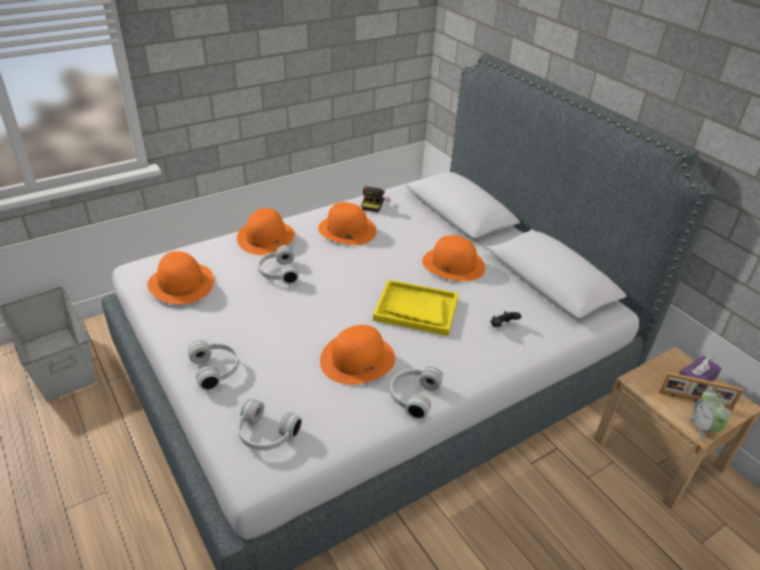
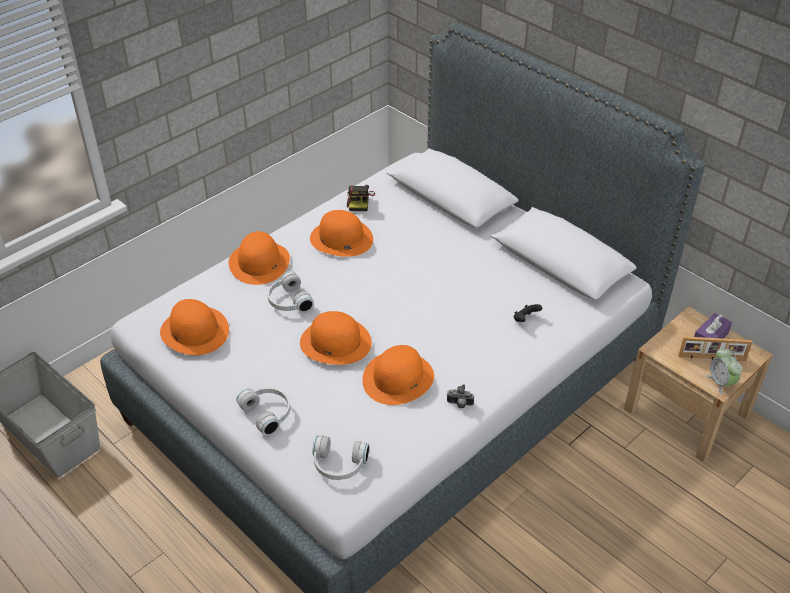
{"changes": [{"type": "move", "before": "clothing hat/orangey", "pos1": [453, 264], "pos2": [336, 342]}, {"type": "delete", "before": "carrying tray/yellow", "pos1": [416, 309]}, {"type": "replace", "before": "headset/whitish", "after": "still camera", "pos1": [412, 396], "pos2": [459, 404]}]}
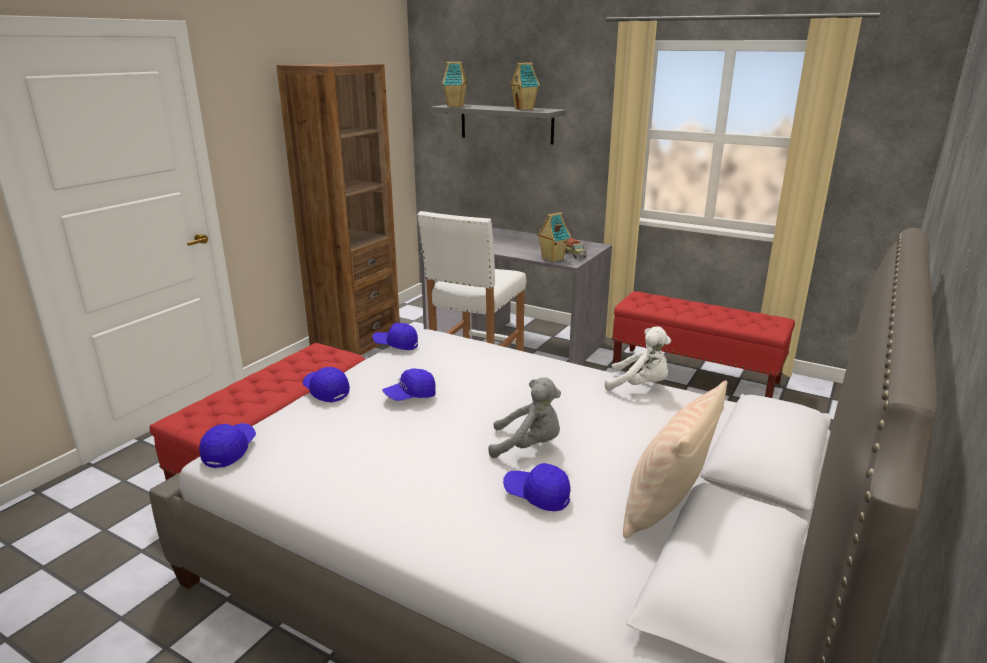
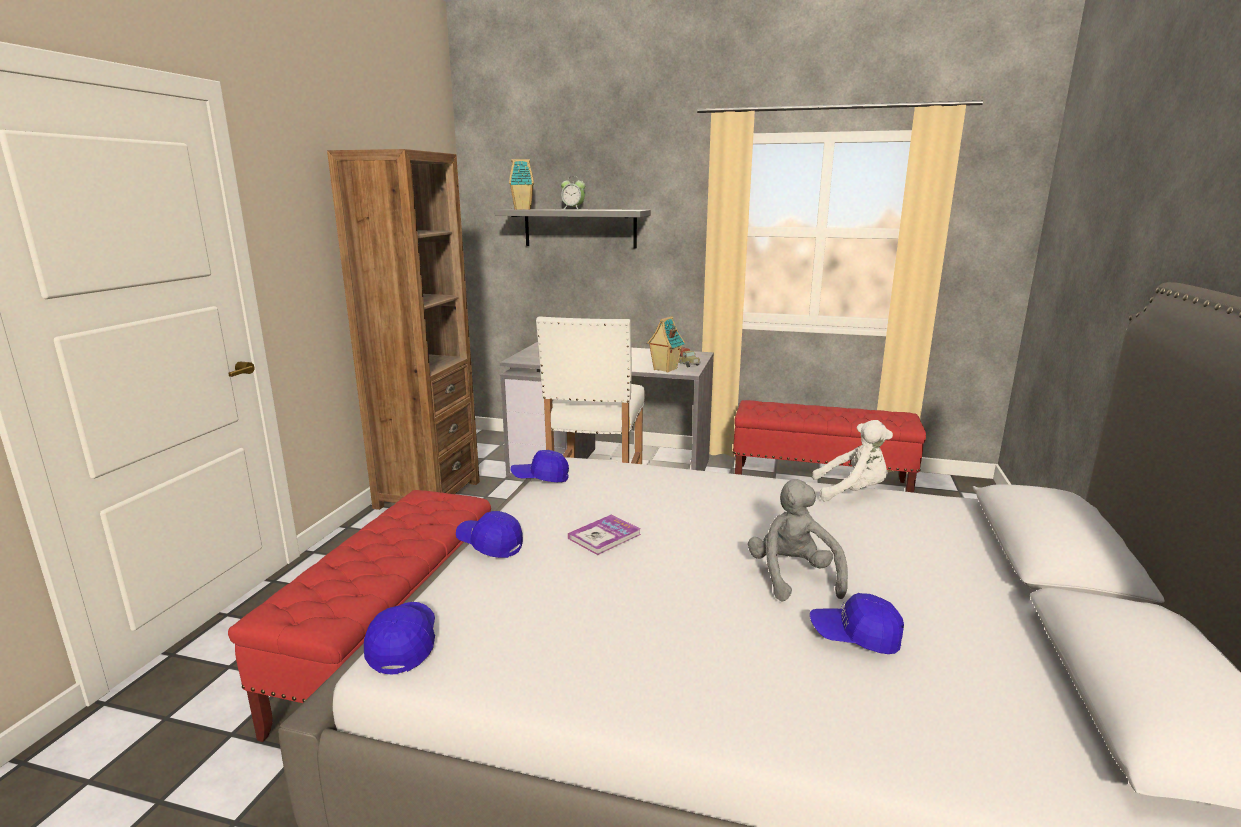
{"changes": [{"type": "delete", "before": "model house", "pos1": [524, 109]}, {"type": "replace", "before": "peaked cap/blue", "after": "bound book", "pos1": [410, 396], "pos2": [604, 536]}, {"type": "rotate", "before": "plush toy/gray", "pos1": [528, 446], "pos2": [793, 577], "turn": -90}, {"type": "delete", "before": "throw pillow/beige", "pos1": [665, 509]}, {"type": "insert", "after": "table clock", "pos2": [573, 209]}]}
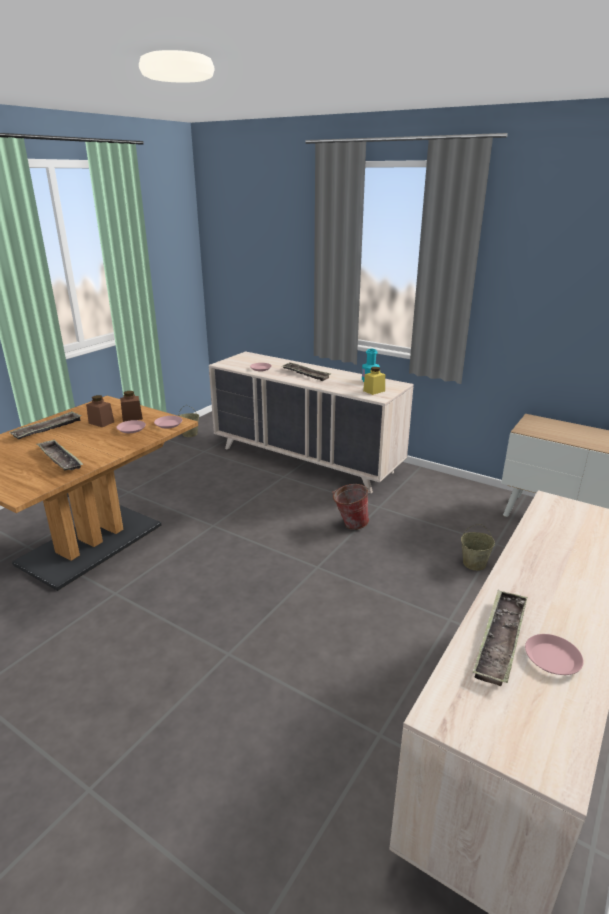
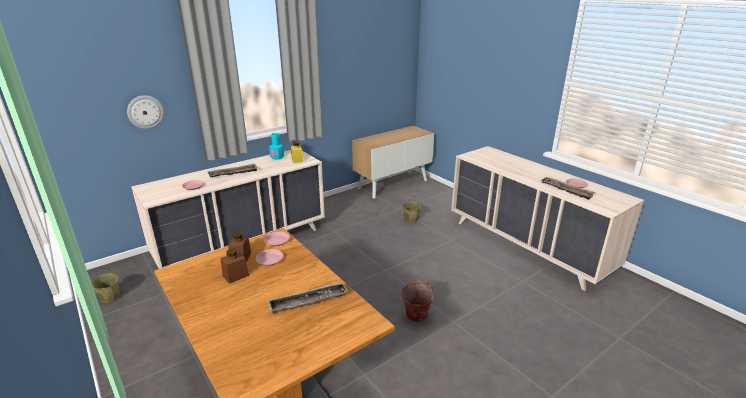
{"changes": [{"type": "delete", "before": "carrying tray", "pos1": [48, 429]}, {"type": "move", "before": "water bucket", "pos1": [350, 524], "pos2": [415, 318]}, {"type": "insert", "after": "hanging clock", "pos2": [145, 112]}]}
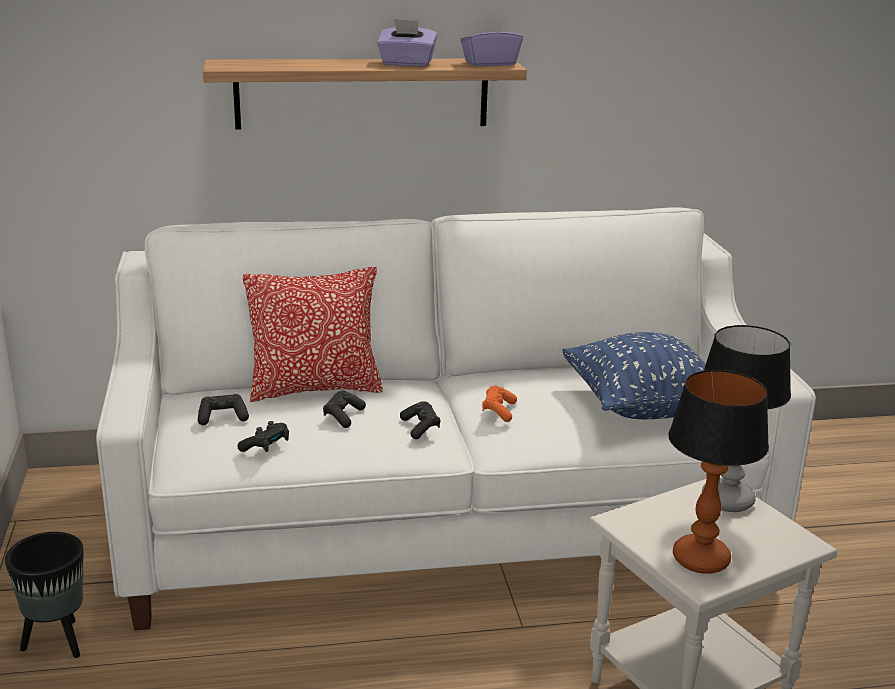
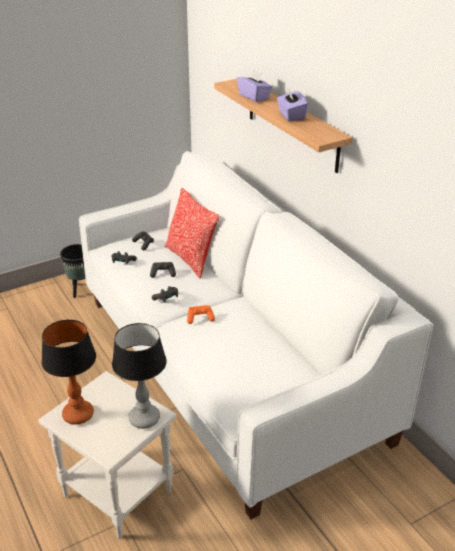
{"changes": [{"type": "move", "before": "box of tissues/purple-coloured", "pos1": [490, 63], "pos2": [254, 97]}, {"type": "delete", "before": "throw pillow/blue", "pos1": [641, 407]}]}
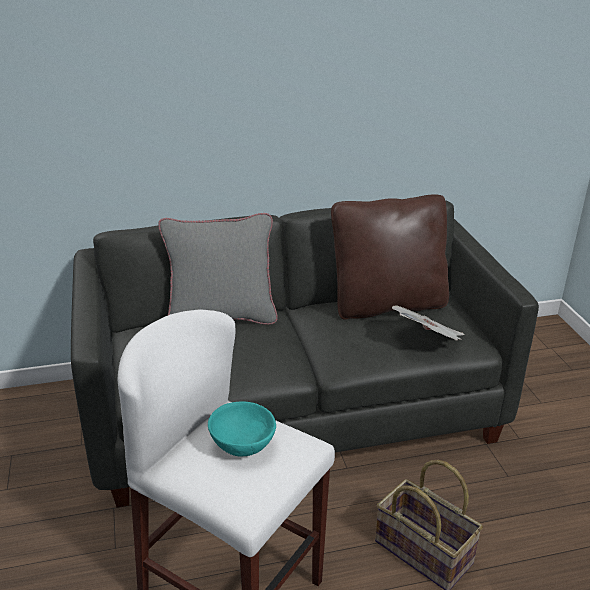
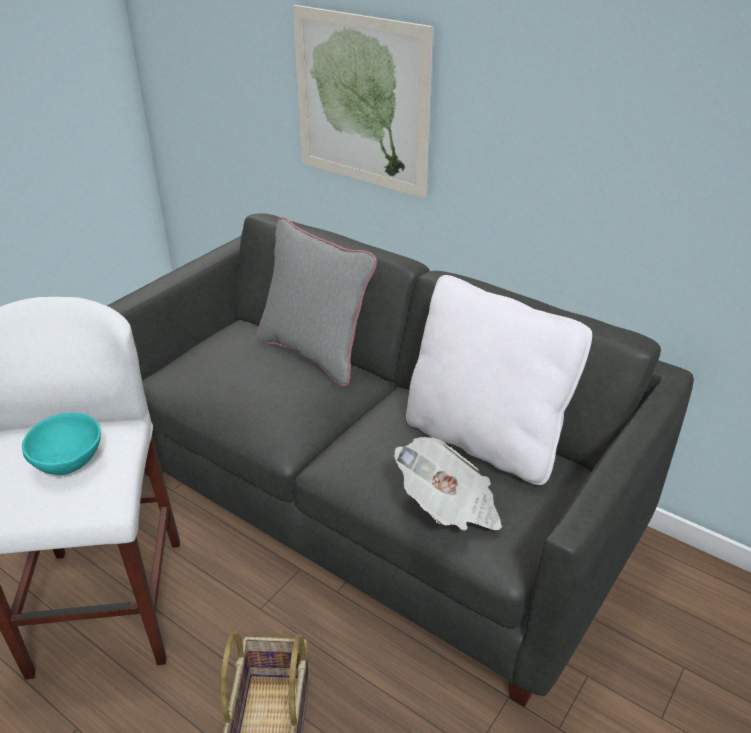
{"changes": [{"type": "recolor", "before": "throw pillow/brown-coloured", "after": "throw pillow/whitish", "pos1": [387, 304], "pos2": [484, 440]}, {"type": "insert", "after": "wall art", "pos2": [361, 102]}]}
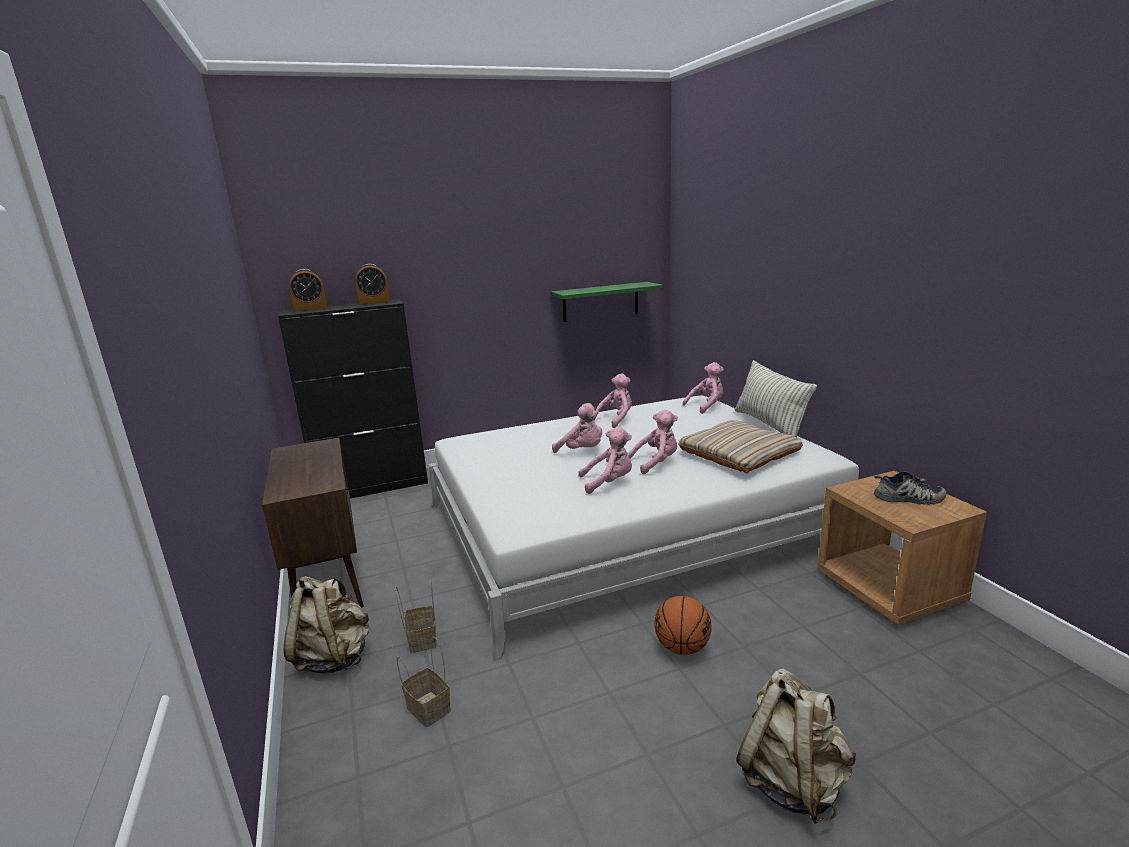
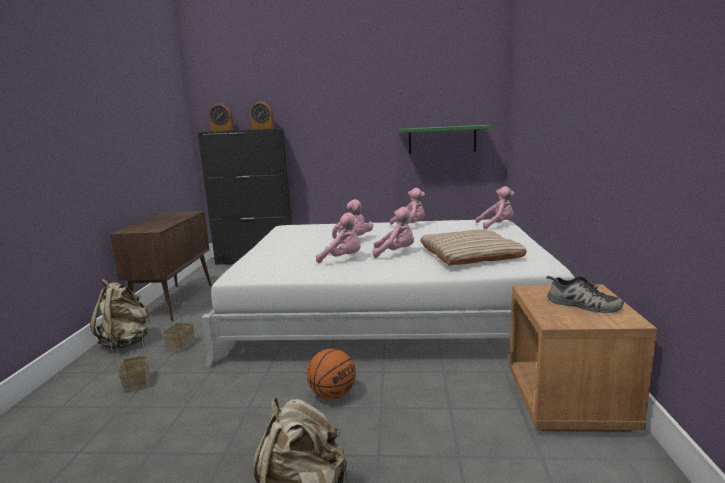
{"changes": [{"type": "delete", "before": "throw pillow", "pos1": [769, 425]}]}
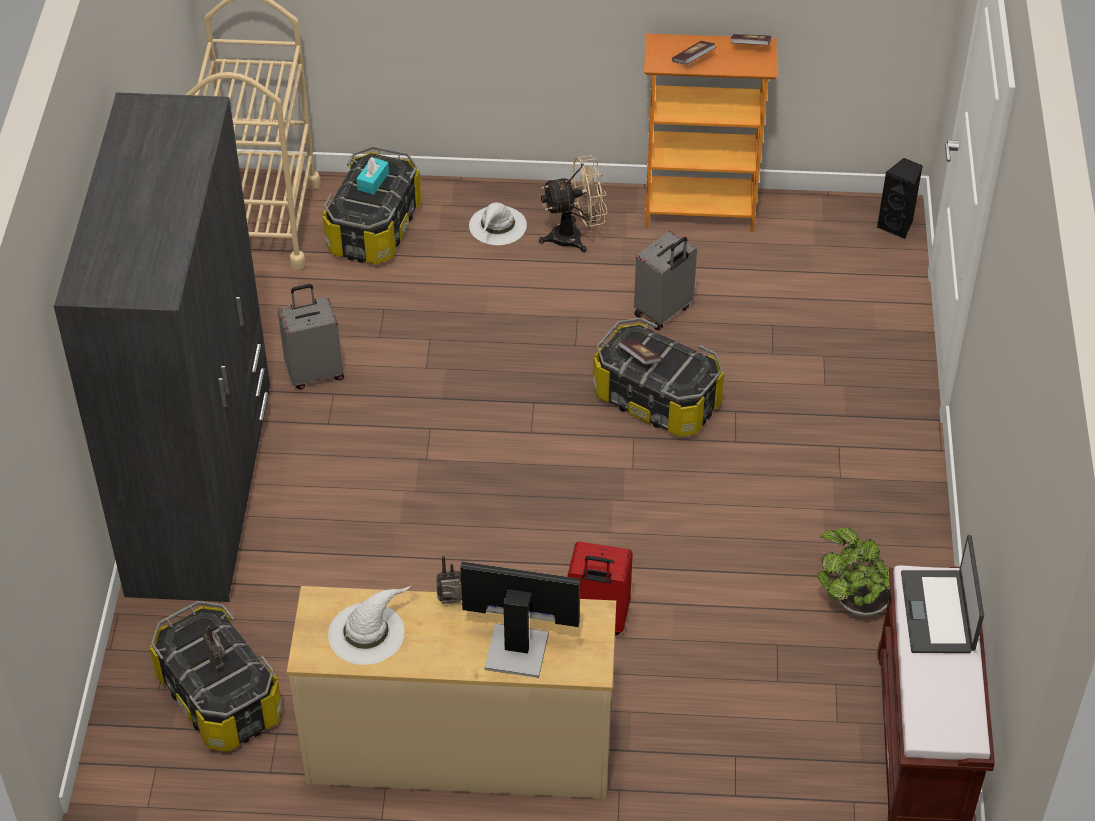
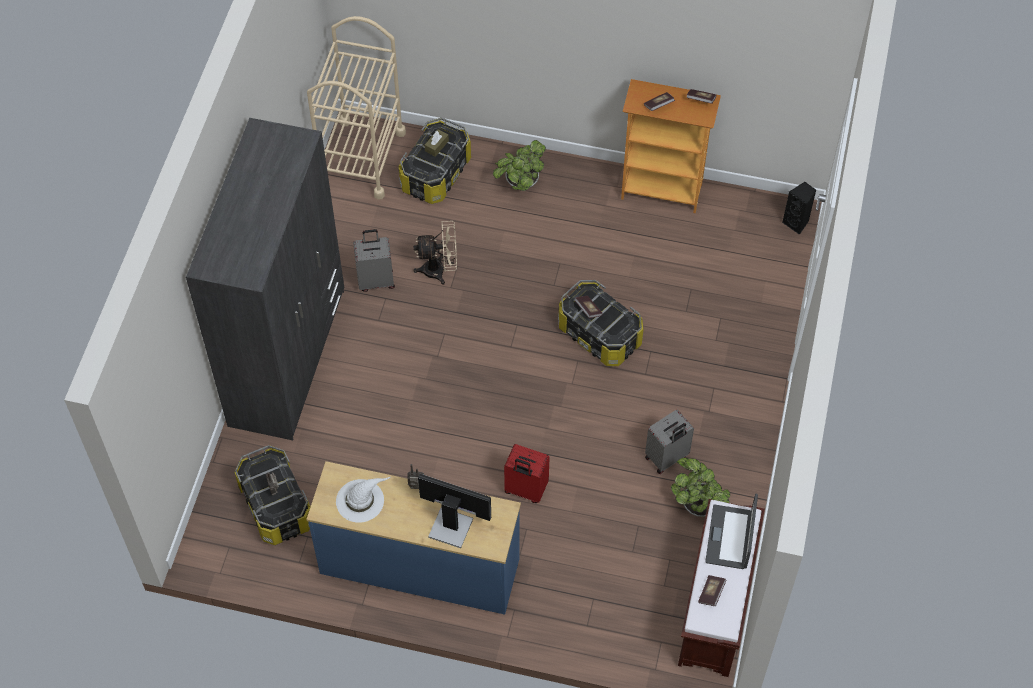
{"changes": [{"type": "move", "before": "cooling fan/beige", "pos1": [575, 236], "pos2": [439, 270]}, {"type": "recolor", "before": "box of tissues/turquoise", "after": "box of tissues/brown-coloured", "pos1": [373, 181], "pos2": [436, 146]}, {"type": "replace", "before": "clothing hat/whitish", "after": "potted plant", "pos1": [497, 226], "pos2": [520, 184]}, {"type": "move", "before": "piece of luggage/gray", "pos1": [663, 312], "pos2": [667, 458]}, {"type": "recolor", "before": "chest of drawers/beige", "after": "chest of drawers/blue", "pos1": [459, 751], "pos2": [419, 567]}, {"type": "insert", "after": "bound book", "pos2": [711, 593]}]}
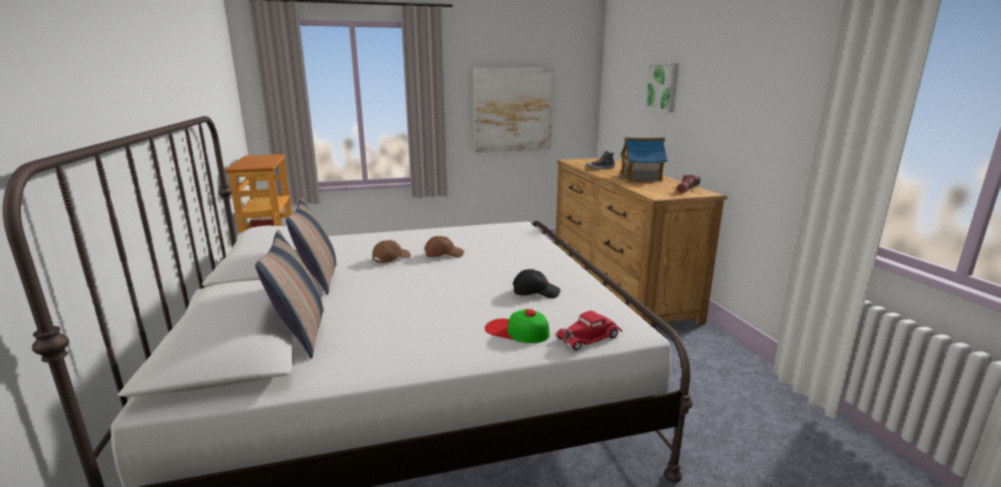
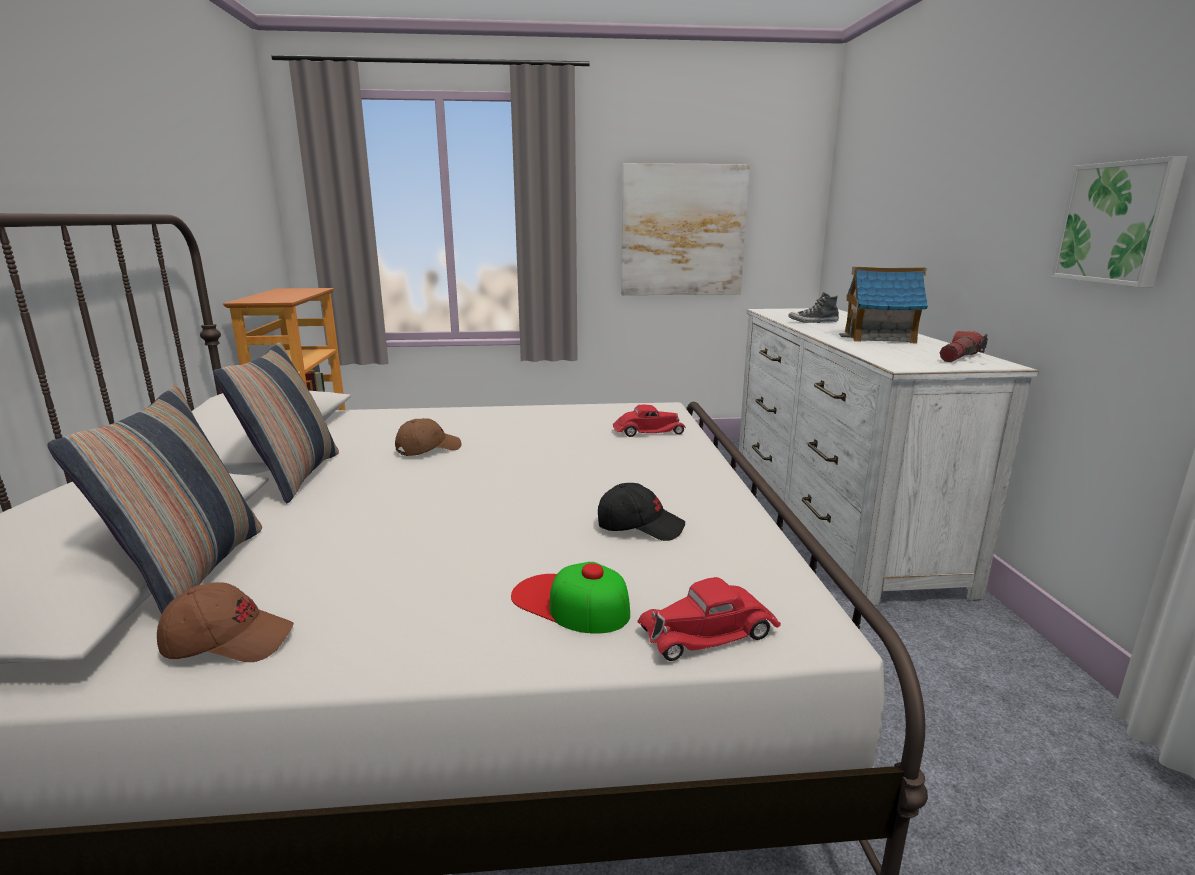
{"changes": [{"type": "move", "before": "wall art", "pos1": [663, 87], "pos2": [1118, 223]}, {"type": "recolor", "before": "chest of drawers/brown-coloured", "after": "chest of drawers/whitish", "pos1": [618, 284], "pos2": [833, 514]}, {"type": "move", "before": "peaked cap/brown-coloured", "pos1": [444, 255], "pos2": [229, 641]}, {"type": "insert", "after": "miniature car/red-coloured", "pos2": [648, 431]}]}
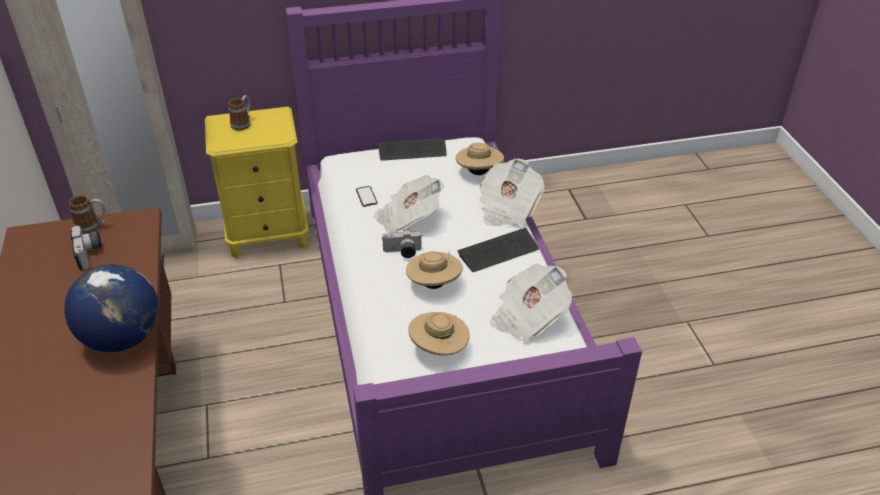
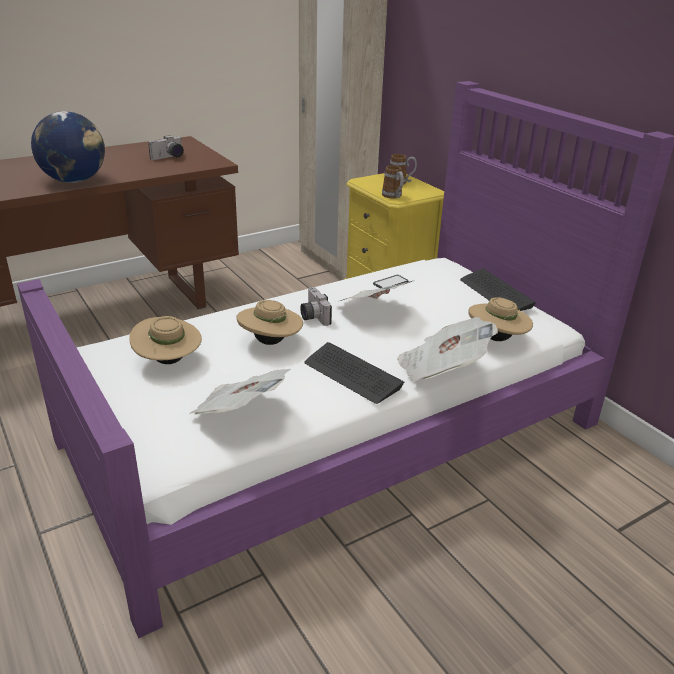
{"changes": [{"type": "move", "before": "tea mug", "pos1": [93, 226], "pos2": [393, 196]}]}
